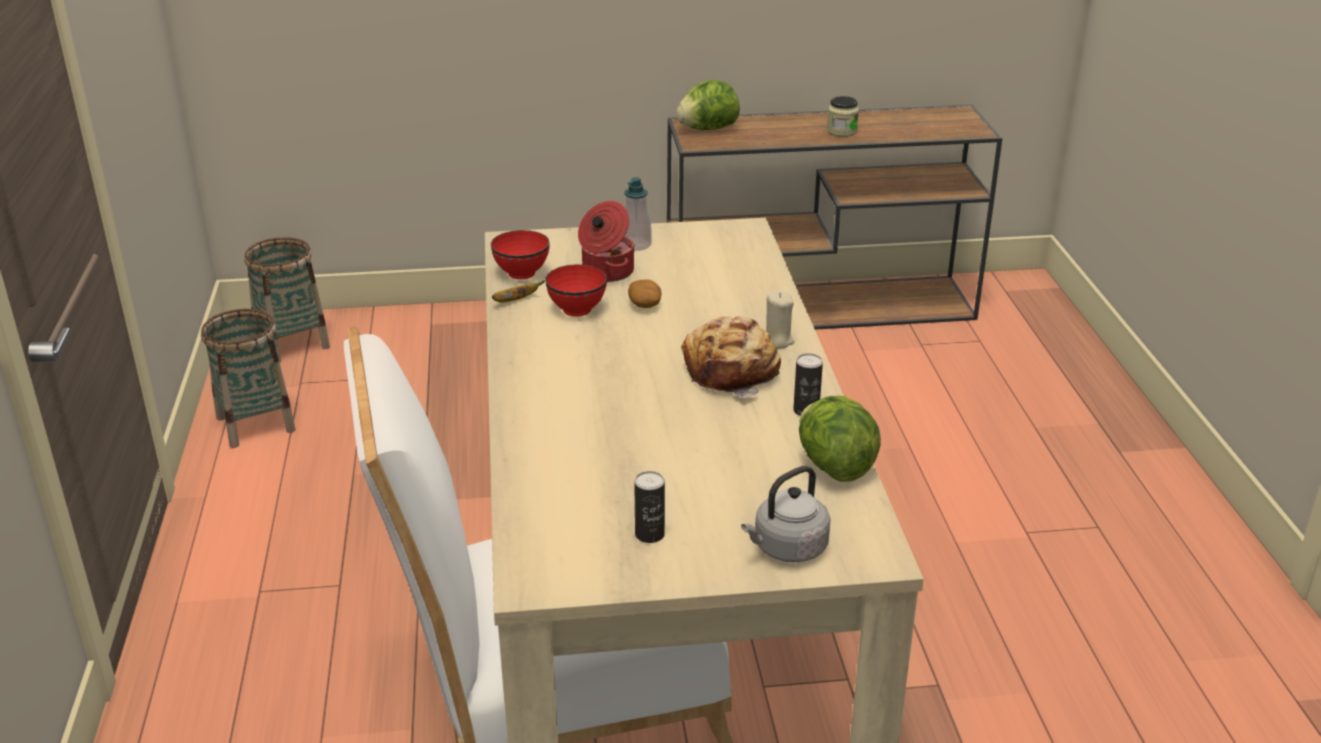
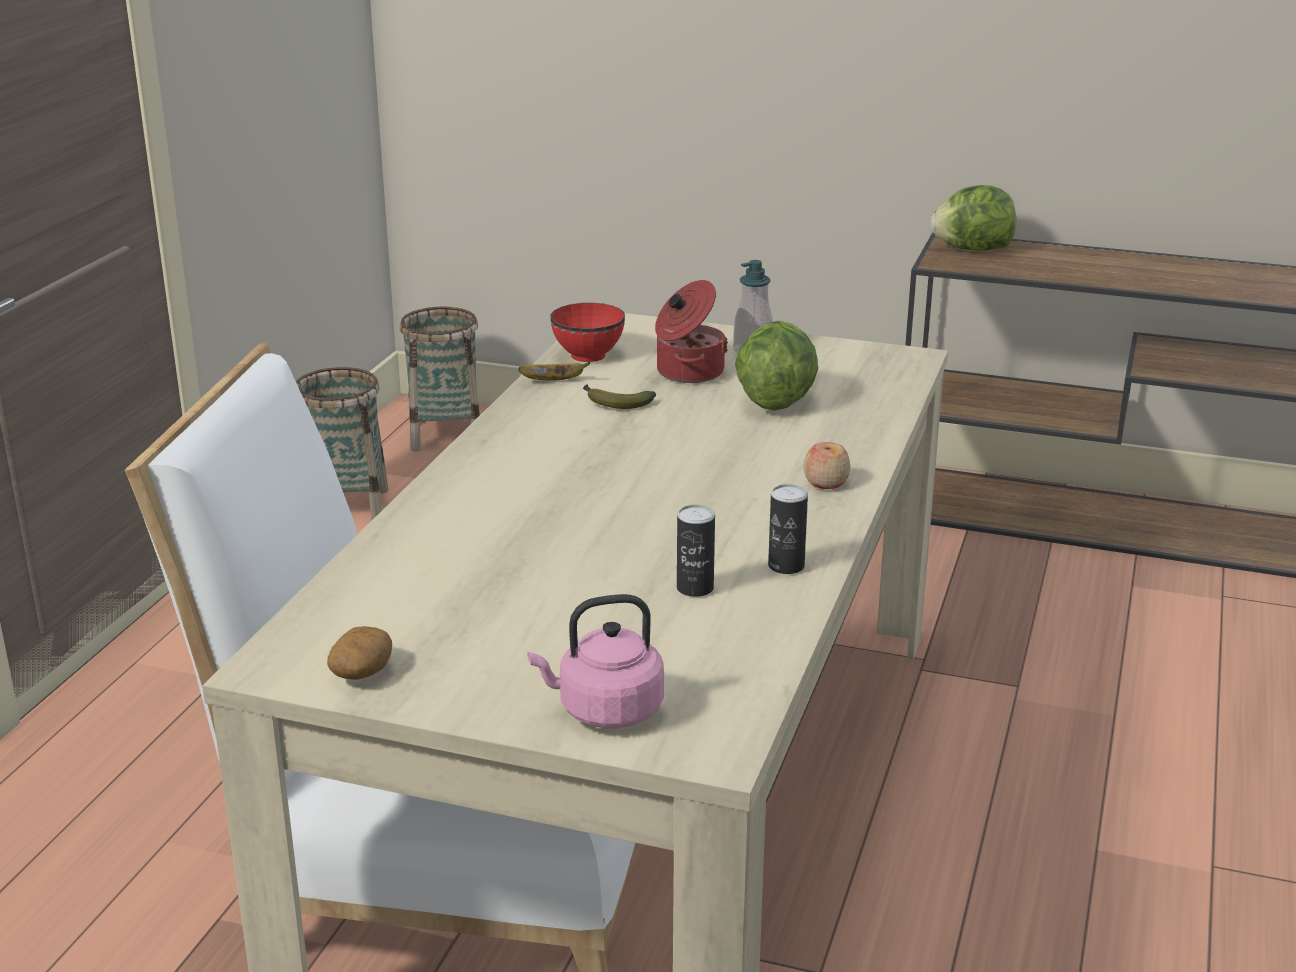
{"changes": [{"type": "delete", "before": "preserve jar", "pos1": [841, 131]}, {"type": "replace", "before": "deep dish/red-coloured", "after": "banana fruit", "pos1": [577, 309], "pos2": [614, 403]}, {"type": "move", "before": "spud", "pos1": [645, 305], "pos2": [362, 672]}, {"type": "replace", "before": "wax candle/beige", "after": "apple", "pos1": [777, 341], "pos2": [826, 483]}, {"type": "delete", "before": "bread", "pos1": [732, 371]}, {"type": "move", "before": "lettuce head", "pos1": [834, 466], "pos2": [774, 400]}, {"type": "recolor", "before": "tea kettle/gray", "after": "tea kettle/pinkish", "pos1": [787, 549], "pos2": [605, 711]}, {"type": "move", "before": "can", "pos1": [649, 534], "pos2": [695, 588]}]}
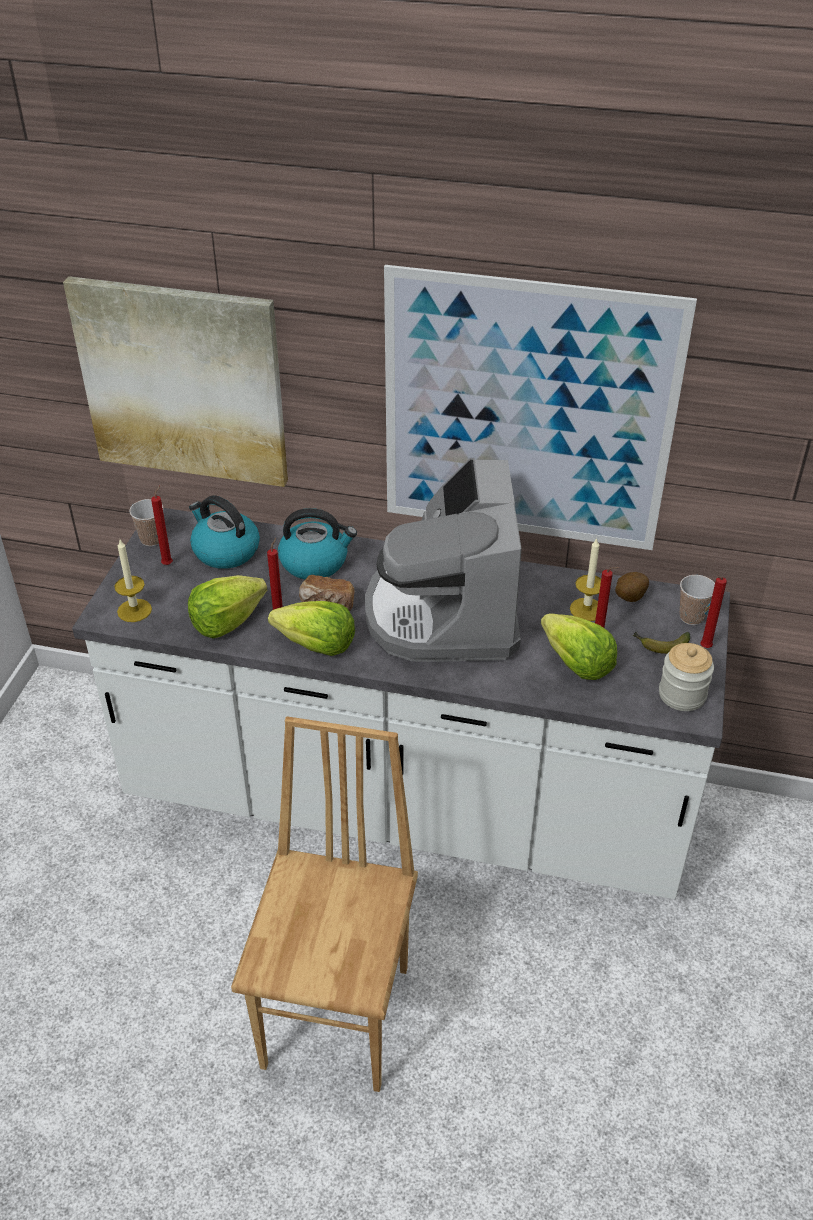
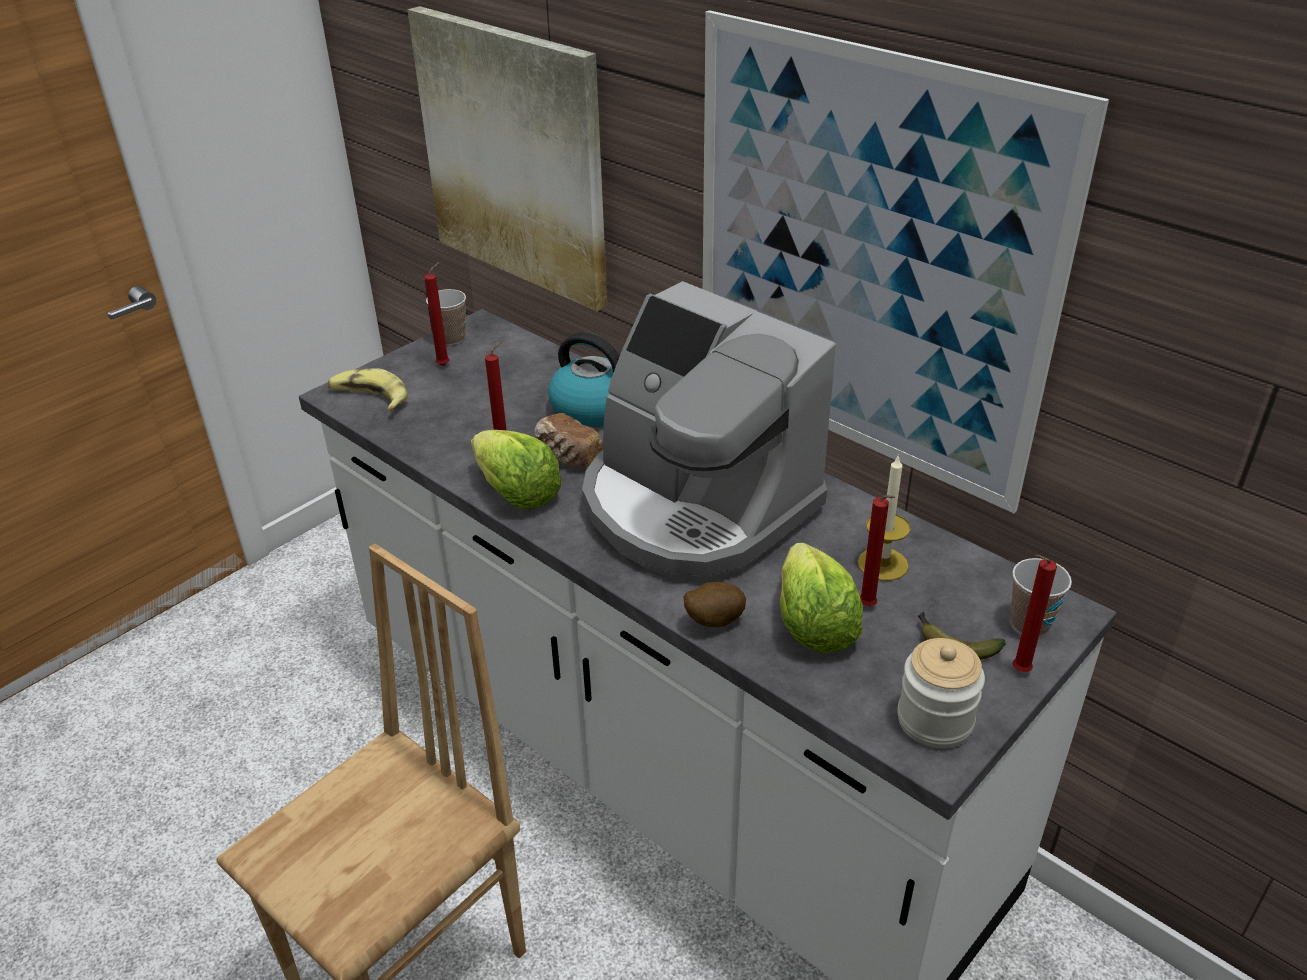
{"changes": [{"type": "rotate", "before": "coffee machine", "pos1": [444, 612], "pos2": [695, 507], "turn": -75}, {"type": "delete", "before": "tea kettle", "pos1": [225, 551]}, {"type": "replace", "before": "wax candle", "after": "banana fruit", "pos1": [134, 610], "pos2": [369, 398]}, {"type": "move", "before": "spud", "pos1": [628, 598], "pos2": [712, 621]}, {"type": "delete", "before": "lettuce head", "pos1": [226, 622]}]}
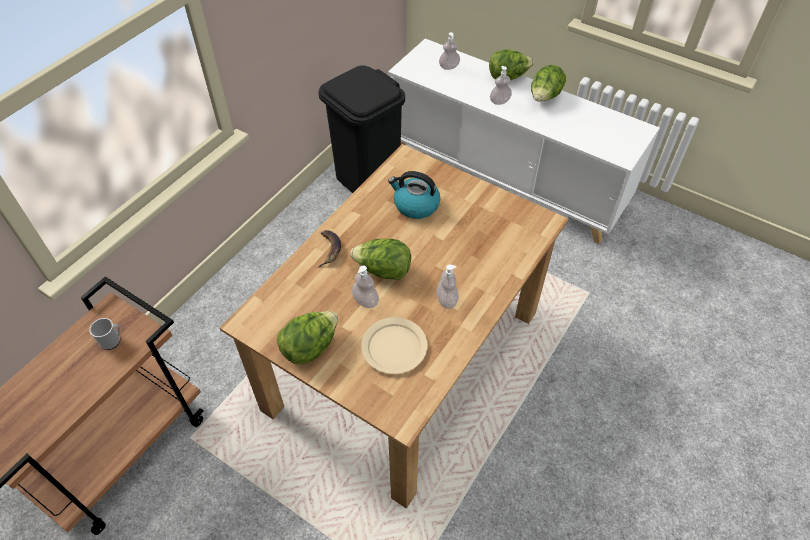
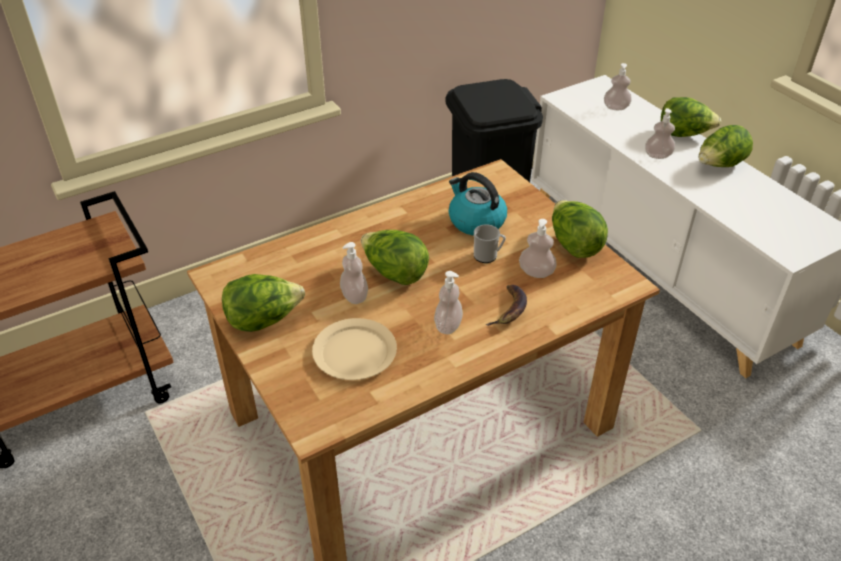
{"changes": [{"type": "move", "before": "banana fruit", "pos1": [329, 250], "pos2": [509, 309]}, {"type": "move", "before": "tea mug", "pos1": [112, 341], "pos2": [488, 256]}, {"type": "insert", "after": "lettuce head", "pos2": [574, 245]}, {"type": "insert", "after": "soap dispenser", "pos2": [536, 272]}]}
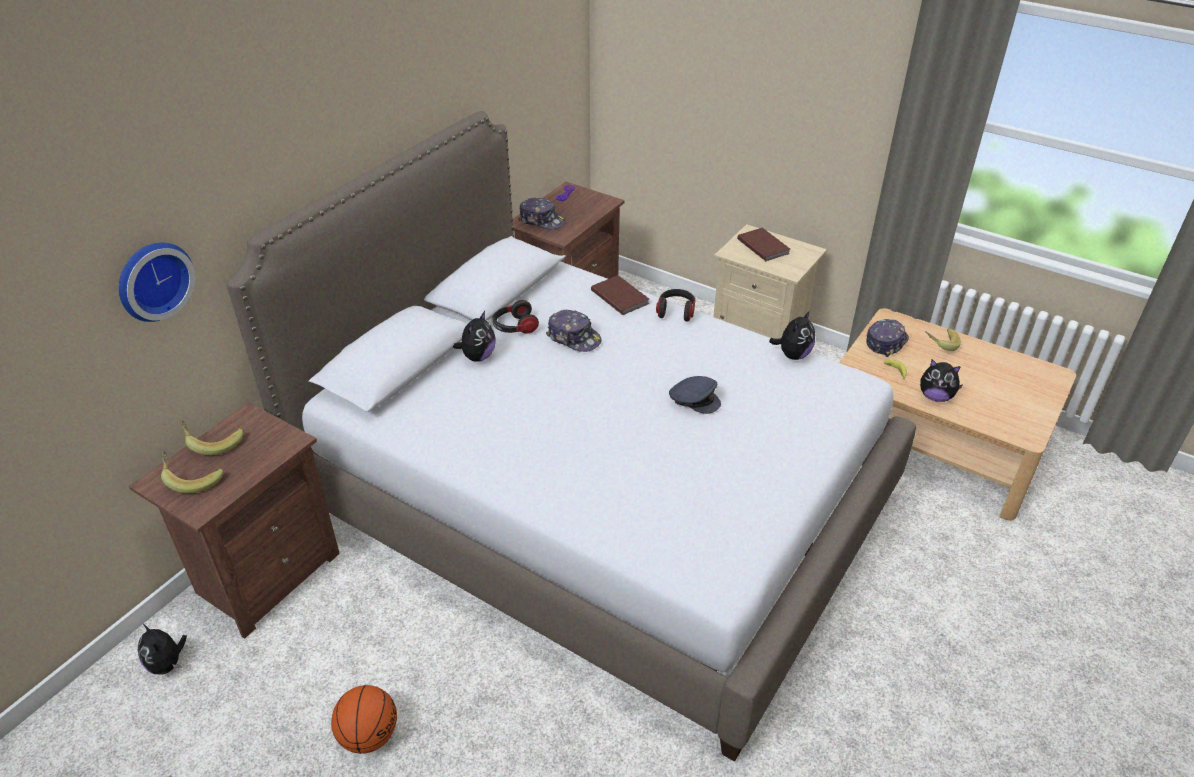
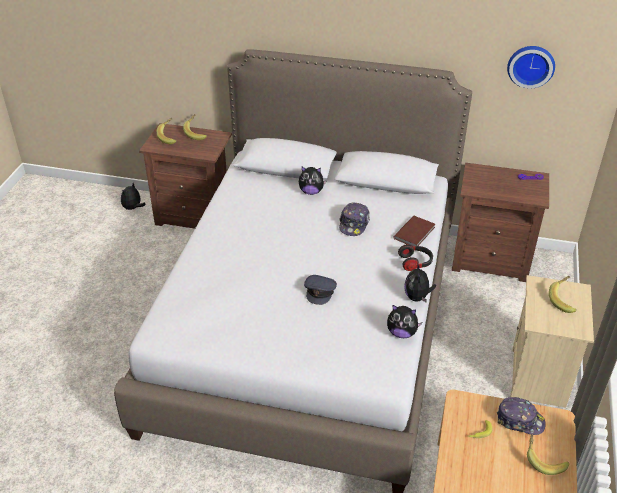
{"changes": [{"type": "delete", "before": "peaked cap", "pos1": [541, 220]}, {"type": "replace", "before": "bound book/brown-coloured", "after": "banana fruit", "pos1": [763, 246], "pos2": [564, 300]}, {"type": "move", "before": "hanging clock", "pos1": [152, 280], "pos2": [531, 65]}, {"type": "delete", "before": "headset", "pos1": [514, 327]}, {"type": "move", "before": "plush toy", "pos1": [935, 397], "pos2": [417, 297]}, {"type": "delete", "before": "basketball ball", "pos1": [369, 735]}]}
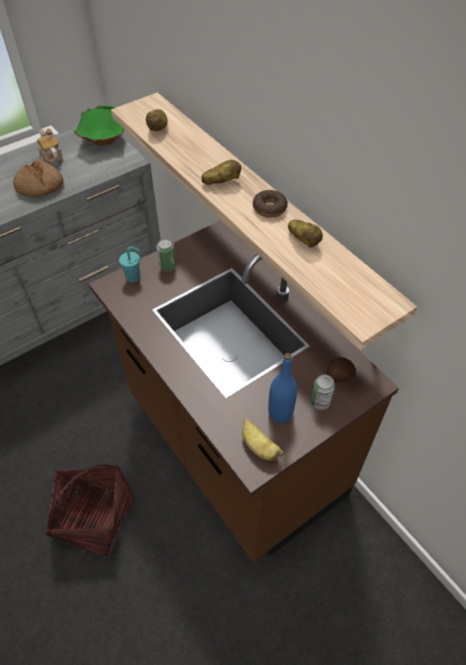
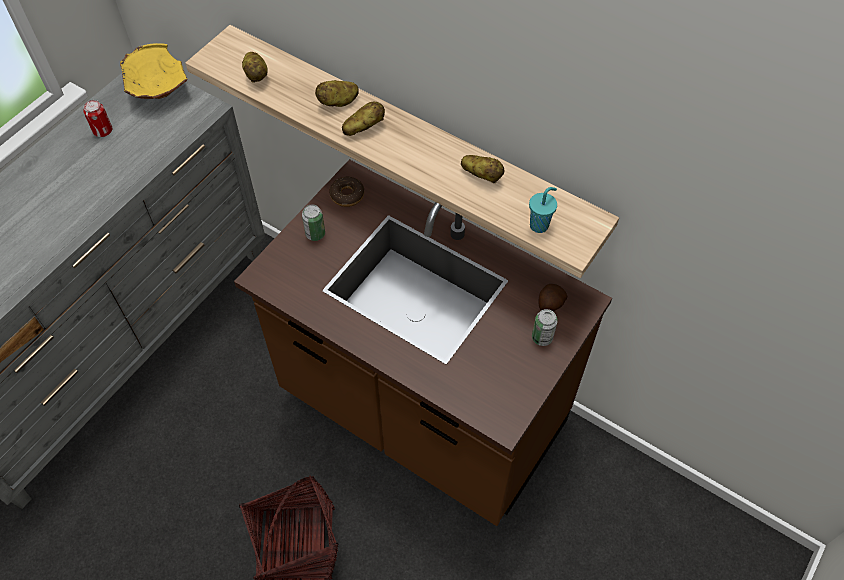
{"changes": [{"type": "recolor", "before": "deep dish/green", "after": "deep dish/yellow", "pos1": [102, 140], "pos2": [157, 90]}, {"type": "replace", "before": "tea pot", "after": "can", "pos1": [51, 158], "pos2": [103, 131]}, {"type": "delete", "before": "bread", "pos1": [40, 186]}, {"type": "move", "before": "doughnut", "pos1": [269, 208], "pos2": [347, 195]}, {"type": "move", "before": "drinking cup/turquoise", "pos1": [134, 277], "pos2": [540, 225]}, {"type": "delete", "before": "bottle/blue", "pos1": [280, 413]}, {"type": "delete", "before": "banana fruit", "pos1": [258, 447]}, {"type": "insert", "after": "spud", "pos2": [338, 102]}]}
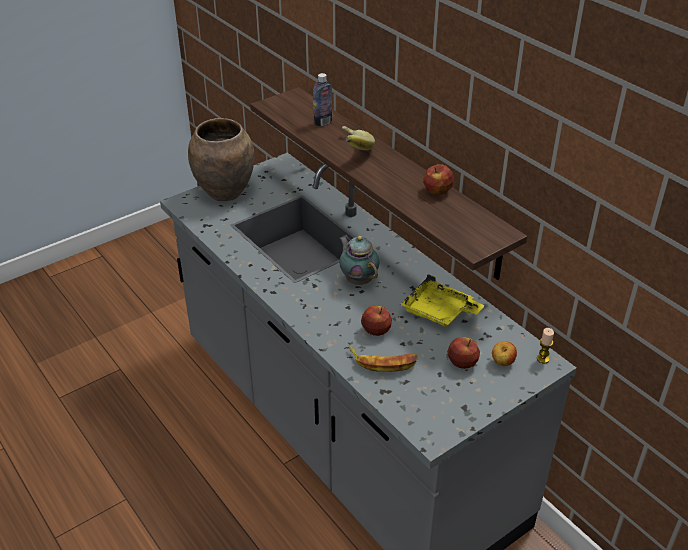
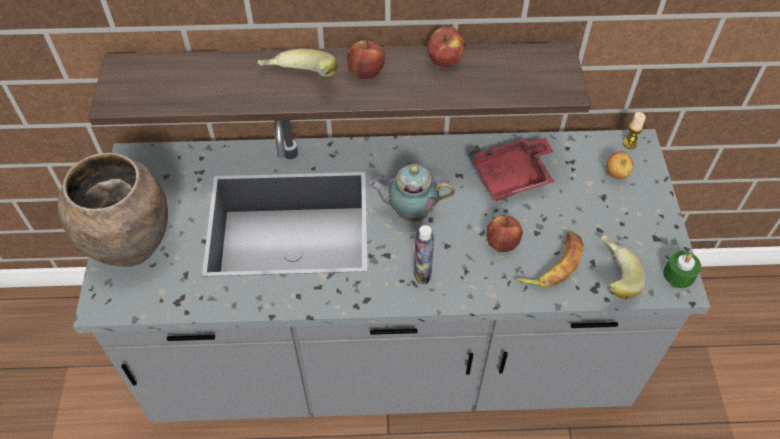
{"changes": [{"type": "move", "before": "bottle", "pos1": [323, 122], "pos2": [422, 272]}, {"type": "recolor", "before": "carrying tray/yellow", "after": "carrying tray/red-coloured", "pos1": [439, 312], "pos2": [512, 176]}, {"type": "move", "before": "apple", "pos1": [462, 362], "pos2": [365, 72]}, {"type": "insert", "after": "banana fruit", "pos2": [609, 278]}, {"type": "insert", "after": "wax candle/green", "pos2": [679, 274]}]}
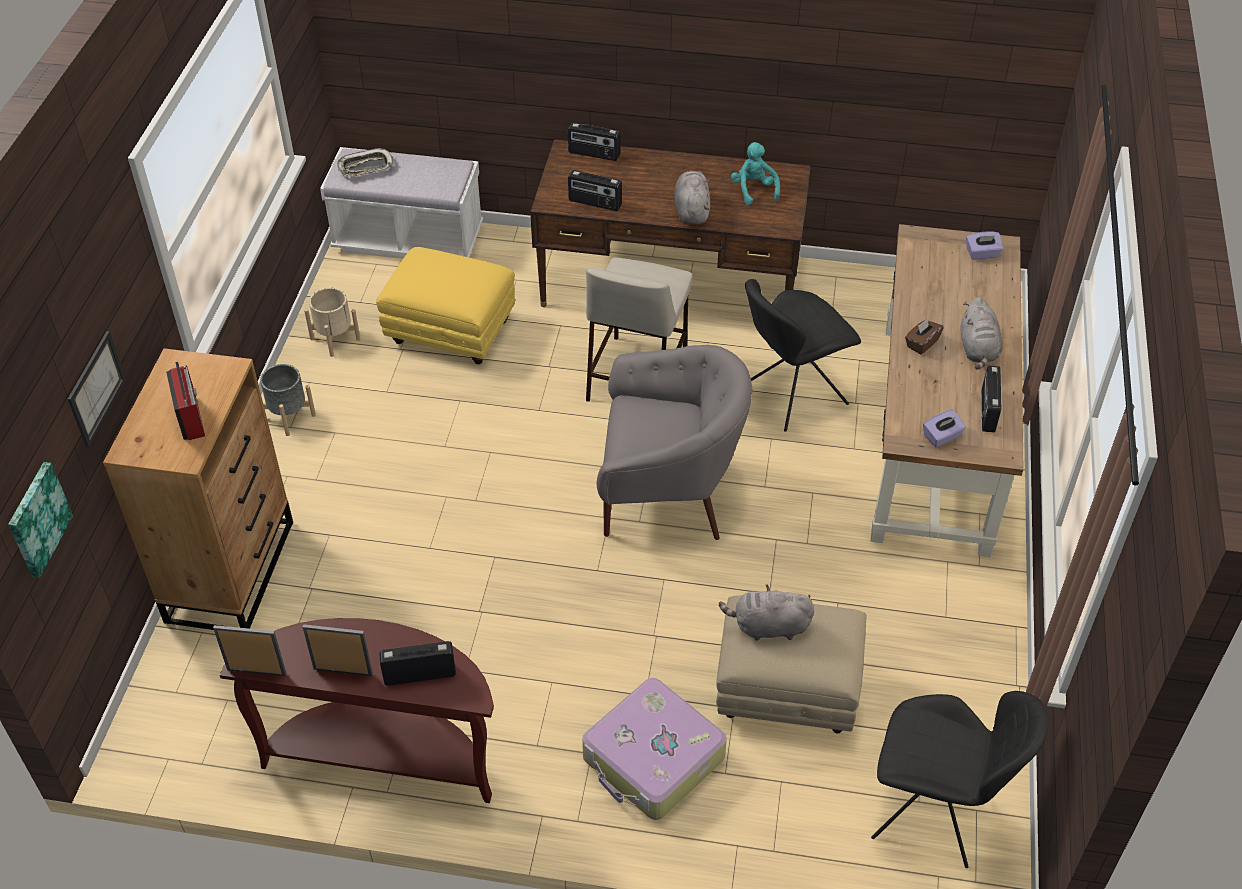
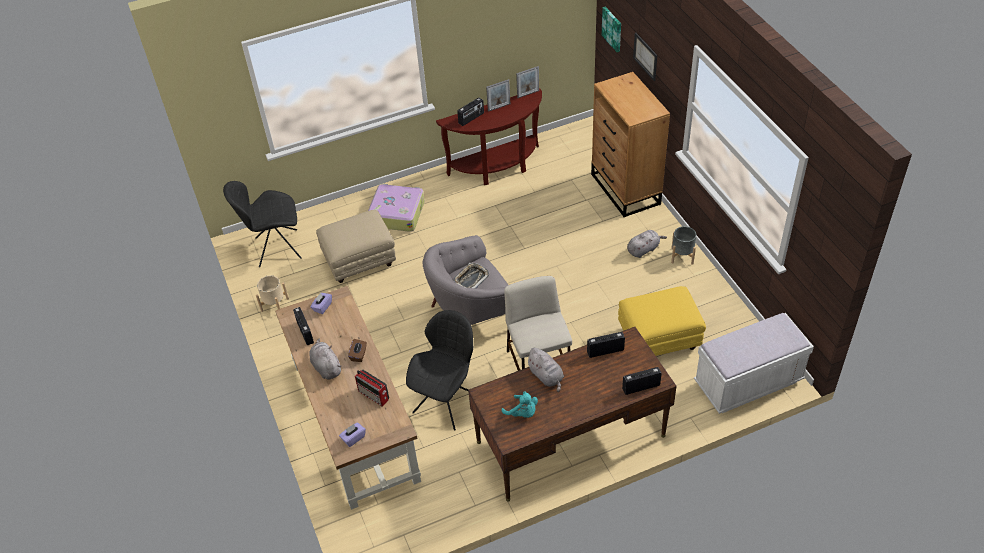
{"changes": [{"type": "move", "before": "carrying tray", "pos1": [366, 167], "pos2": [471, 279]}, {"type": "move", "before": "plant pot/beige", "pos1": [335, 339], "pos2": [275, 304]}, {"type": "move", "before": "radio set", "pos1": [190, 417], "pos2": [374, 395]}, {"type": "move", "before": "plush toy/gray", "pos1": [768, 627], "pos2": [643, 249]}]}
